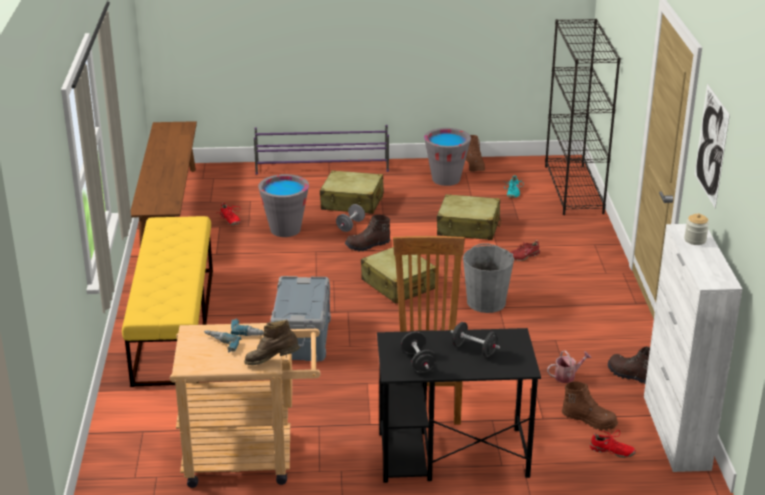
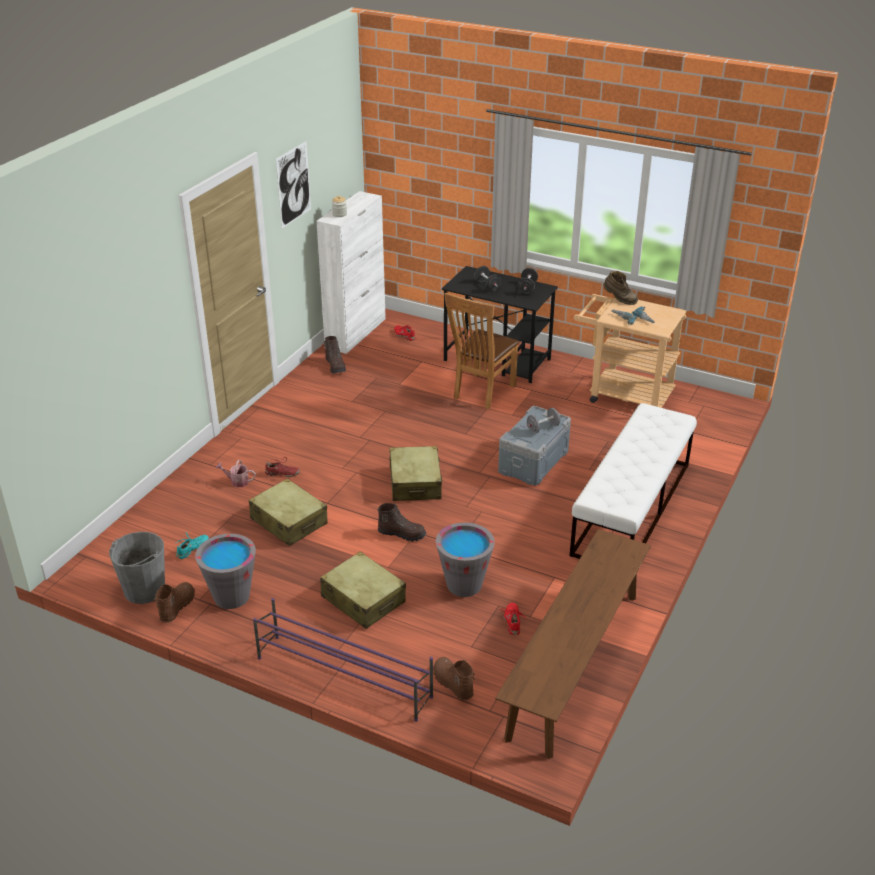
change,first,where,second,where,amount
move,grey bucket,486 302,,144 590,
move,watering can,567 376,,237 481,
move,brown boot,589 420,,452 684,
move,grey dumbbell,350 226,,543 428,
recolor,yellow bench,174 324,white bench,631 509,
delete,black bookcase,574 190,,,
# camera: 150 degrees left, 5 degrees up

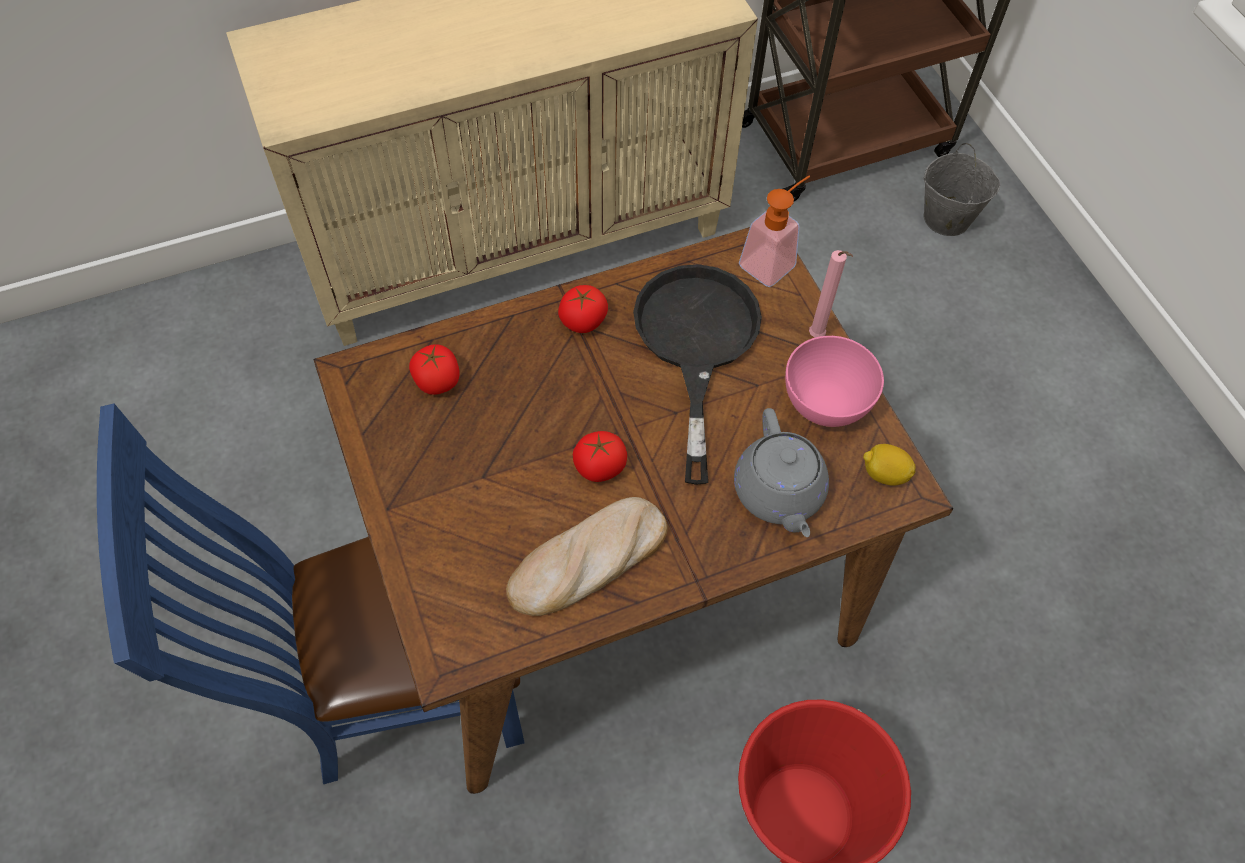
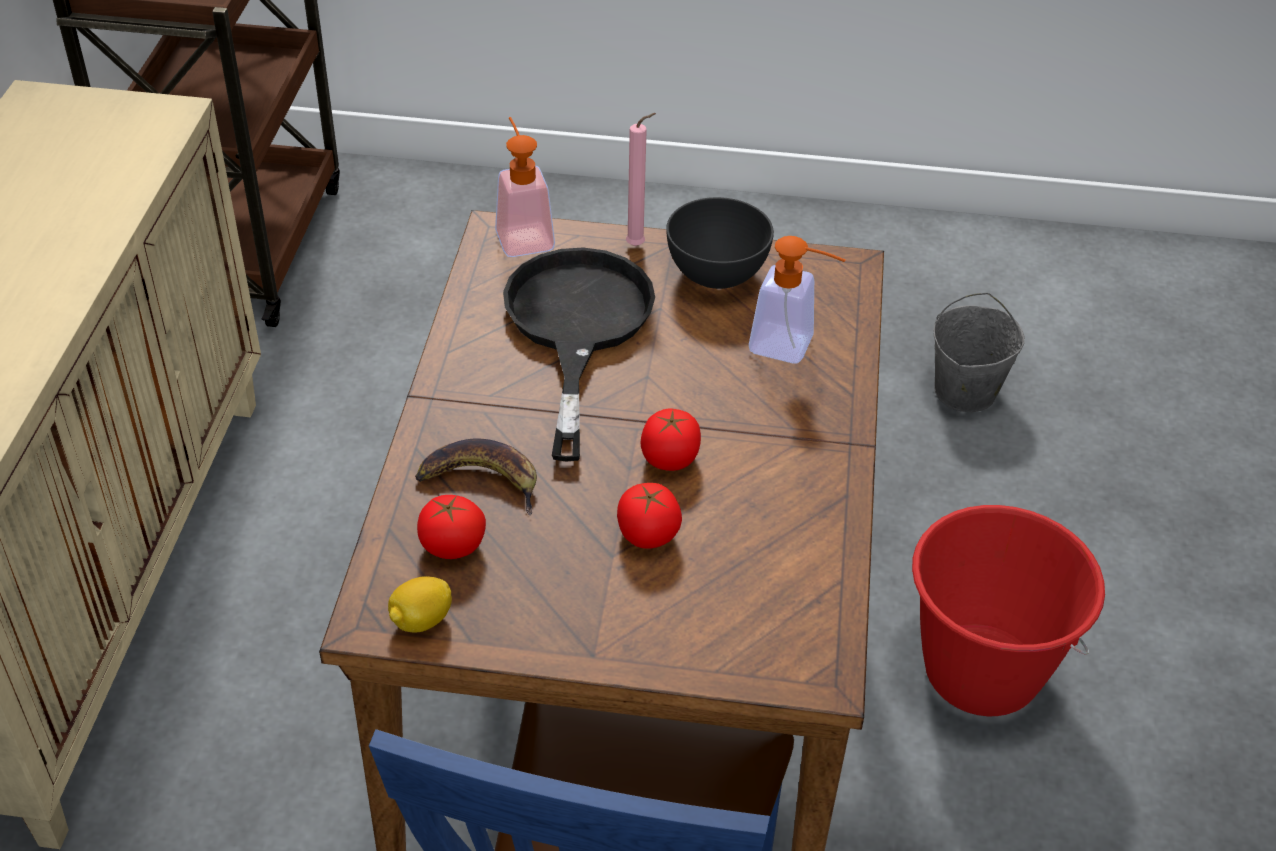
change,first,where,second,where,amount
move,lemon,884 474,,421 620,
insert,,,banana,482 480,
rotate,black frying pan,695 344,,576 328,60 degrees clockwise
move,tomato,583 321,,647 534,
recolor,pink bowl,825 404,grey bowl,717 274,
replace,grey teapot,778 493,soap dispenser,792 347,
move,grey bucket,945 218,,964 392,
delete,bread,587 561,,,
# camera: 60 degrees left, 15 degrees down

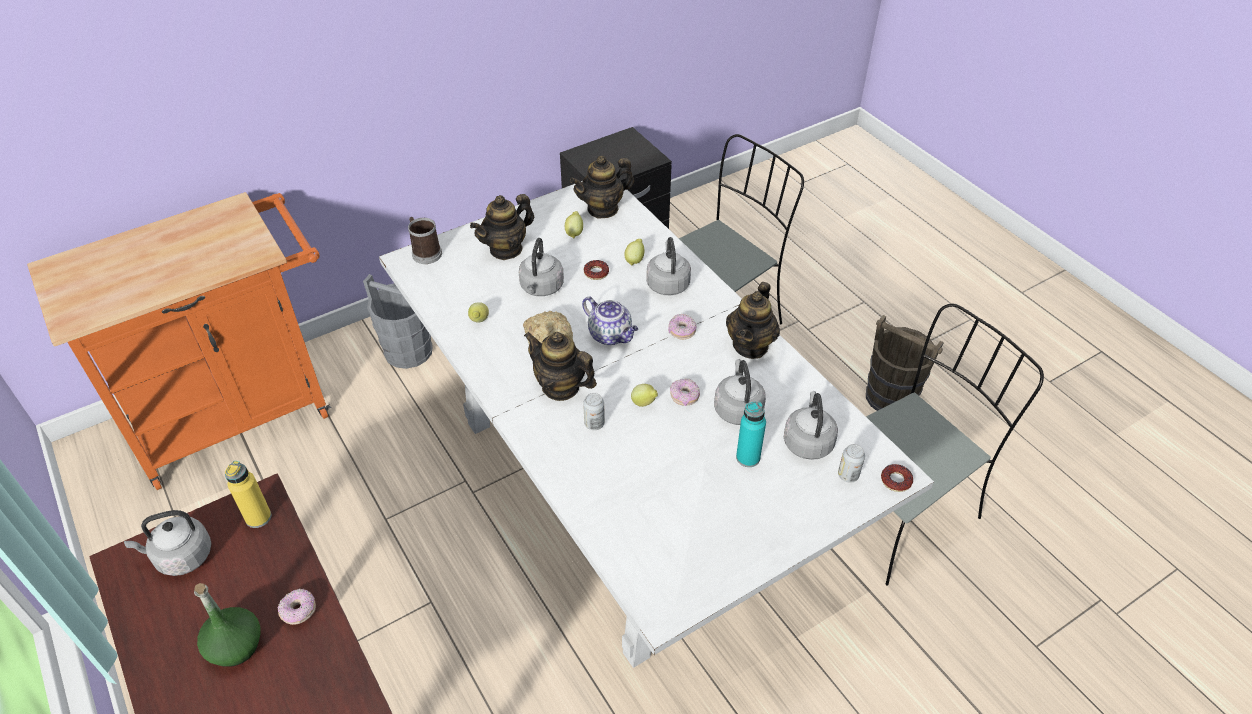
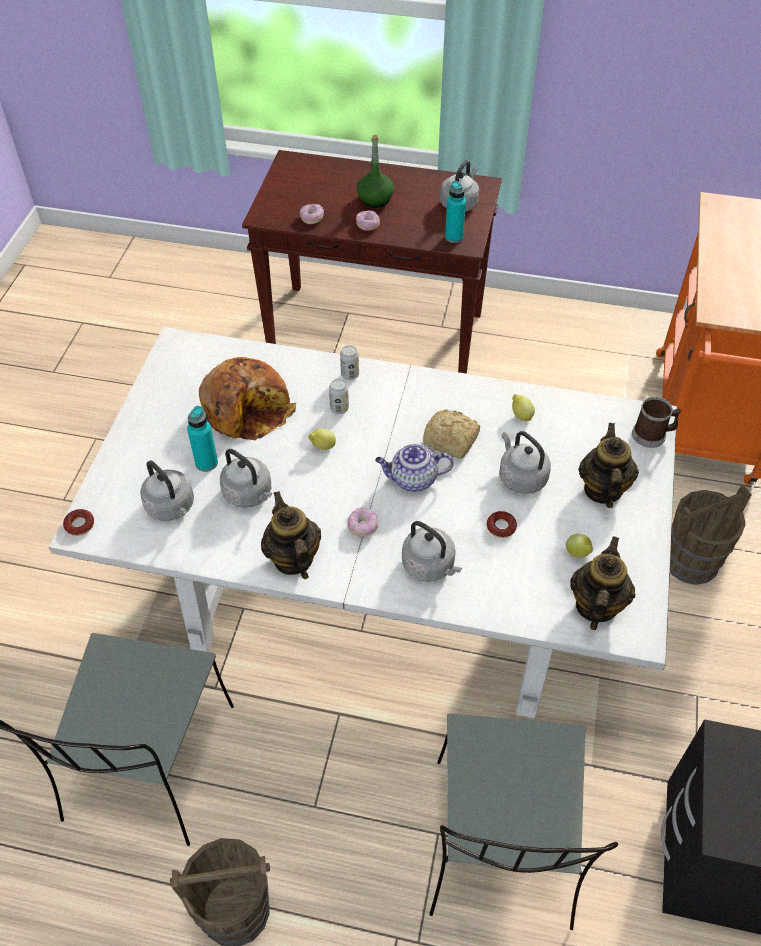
change,first,where,second,where,amount
insert,,,bread,247 408,
move,donut,684 397,,312 218,
move,can,848 475,,350 374,
recolor,yellow bottle,258 517,turquoise bottle,454 237,
recolor,grey bucket,408 350,brown bucket,691 561,
delete,teapot,561 387,,,
delete,lemon,635 260,,,
# camera: 135 degrees right, 5 degrees up

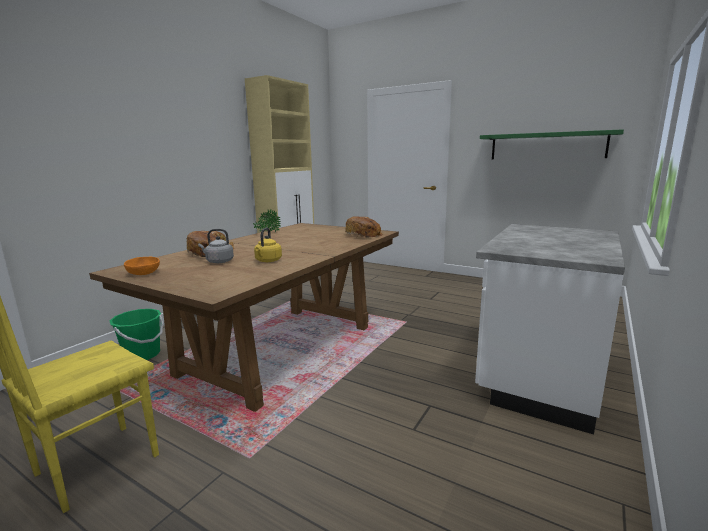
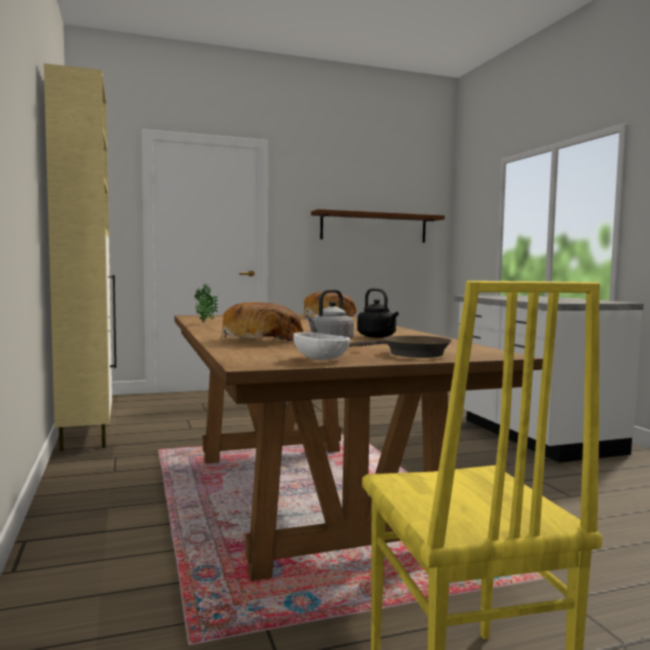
change,first,where,second,where,amount
recolor,orange bowl,144 274,white bowl,322 359,
recolor,green shelf,547 146,brown shelf,374 227,
insert,,,brown frying pan,409 354,
recolor,yellow kettle,268 261,black kettle,378 336,
delete,green bucket,142 355,,,
# camera: 50 degrees left, 10 degrees down

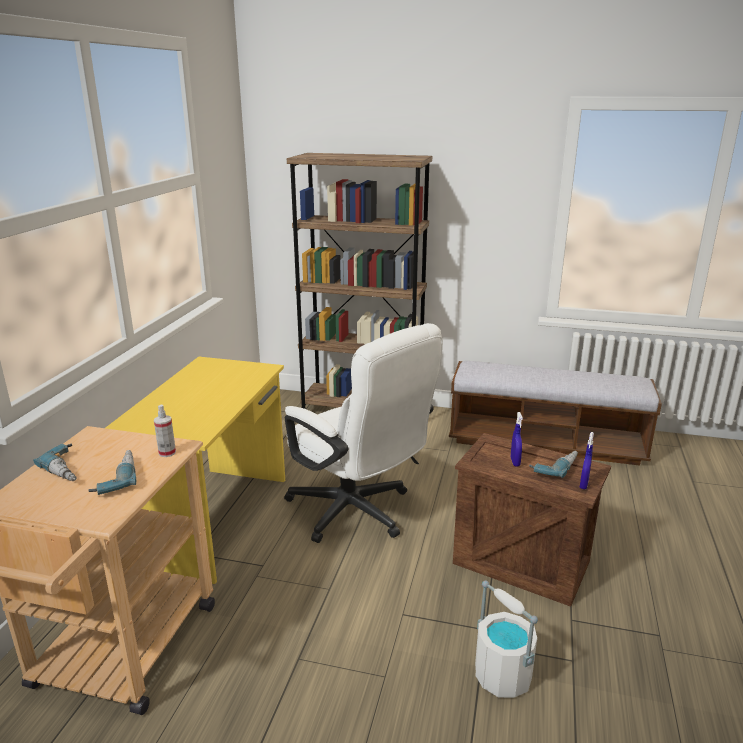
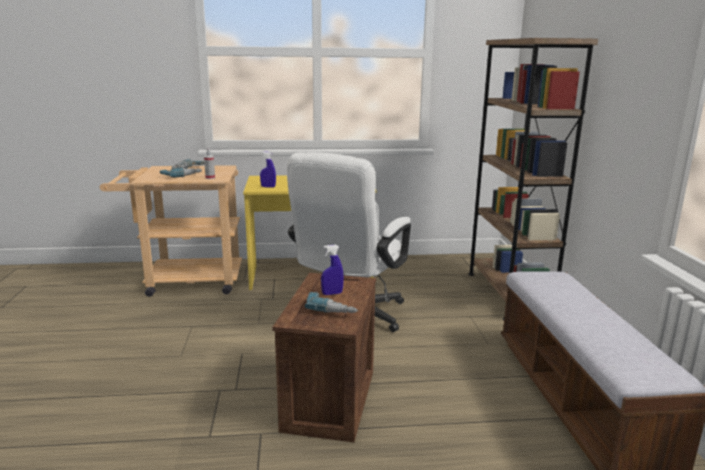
change,first,where,second,where,amount
move,blue spray bottle,583 484,,268 187,
delete,white bucket,502 675,,,
# camera: 70 degrees right, 5 degrees down

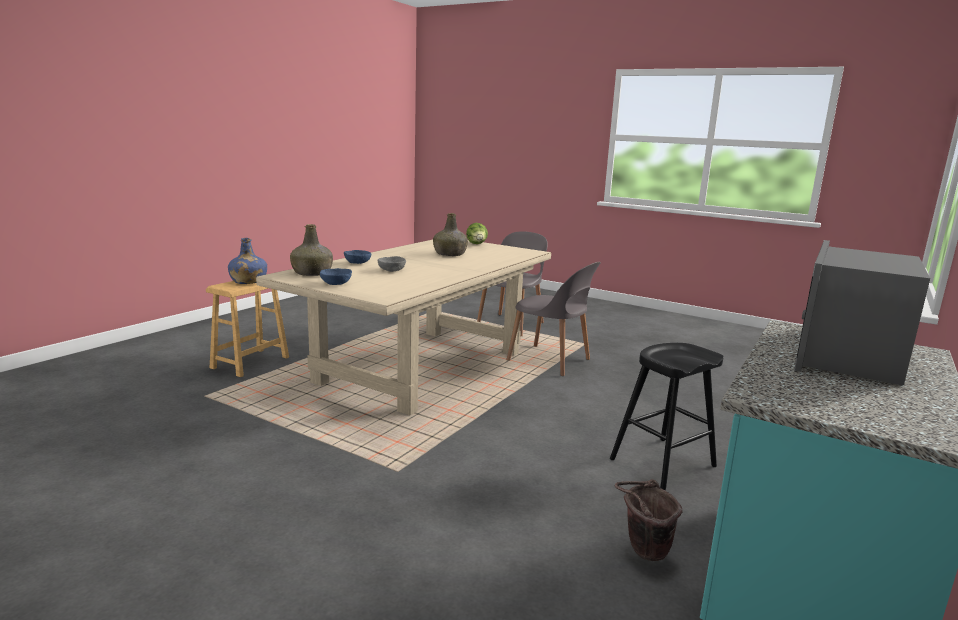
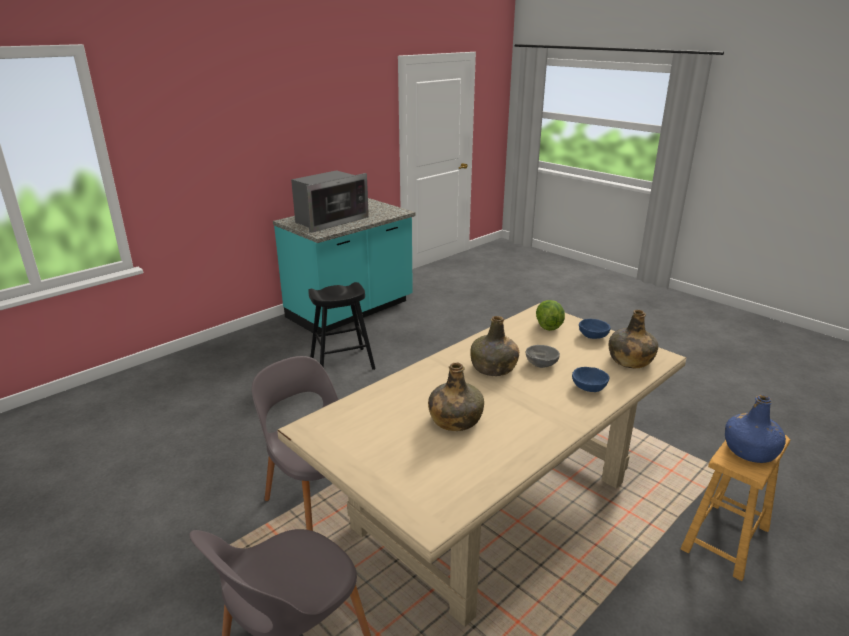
change,first,where,second,where,amount
insert,,,green bottle,493 368,
move,lettuce,477 244,,548 325,
delete,brown bucket,642 551,,,
# camera: 165 degrees left, 10 degrees up

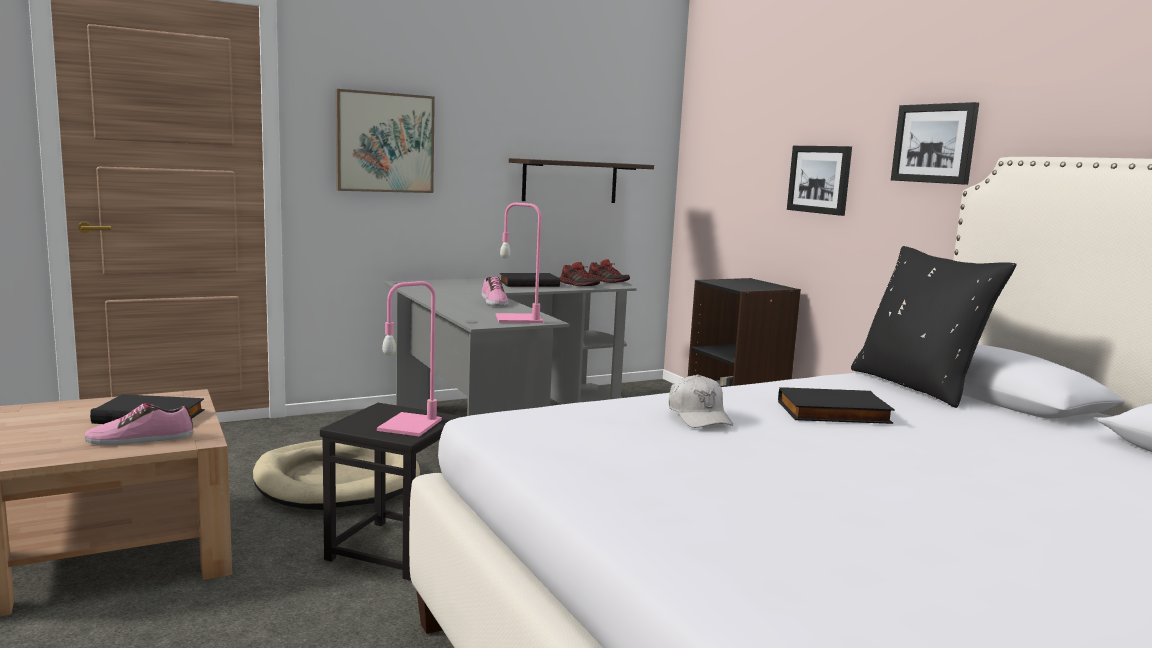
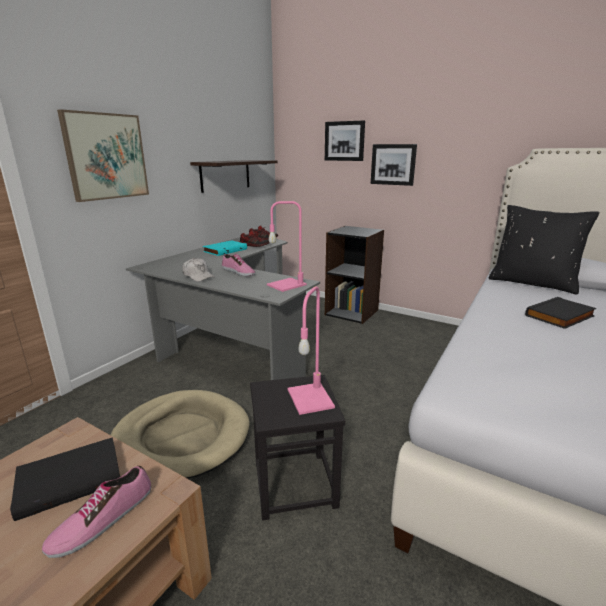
change,first,where,second,where,amount
move,white cap,699 416,,198 276,
recolor,black book,529 283,turquoise book,225 250,
move,picture,934 143,,344 141,
# camera: 30 degrees left, 10 degrees up

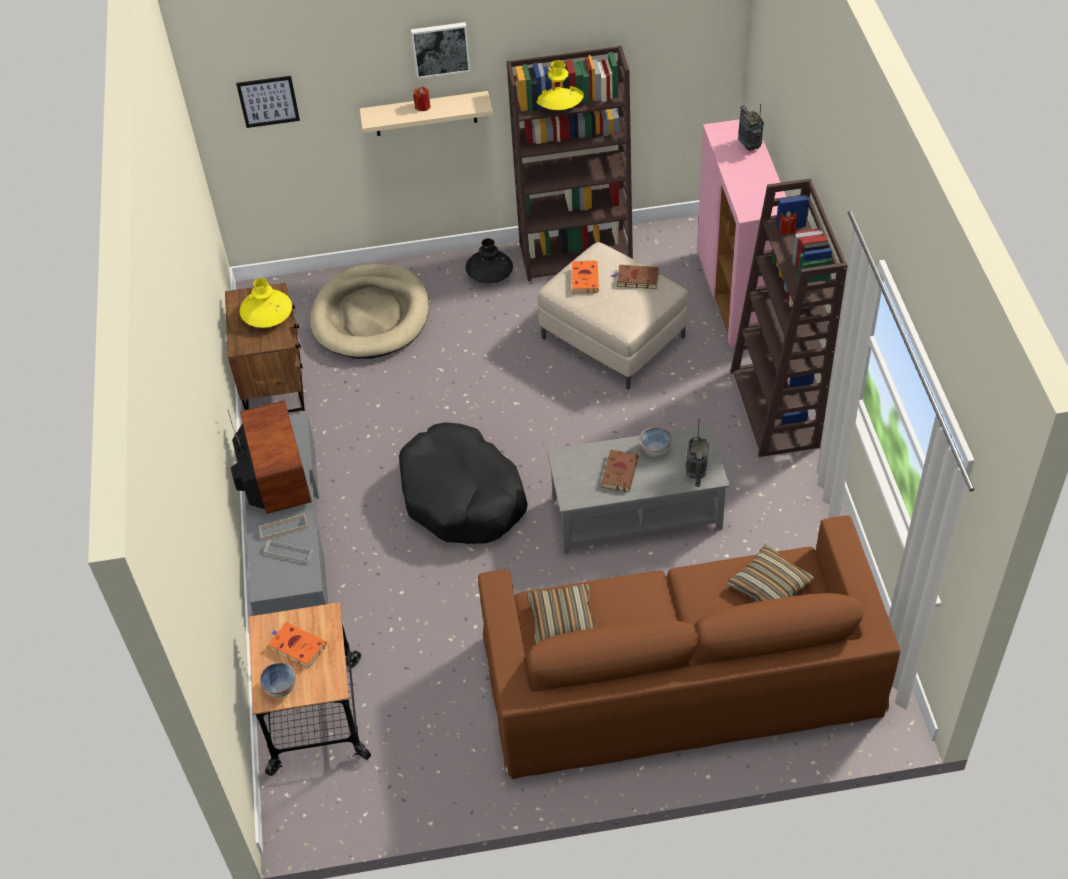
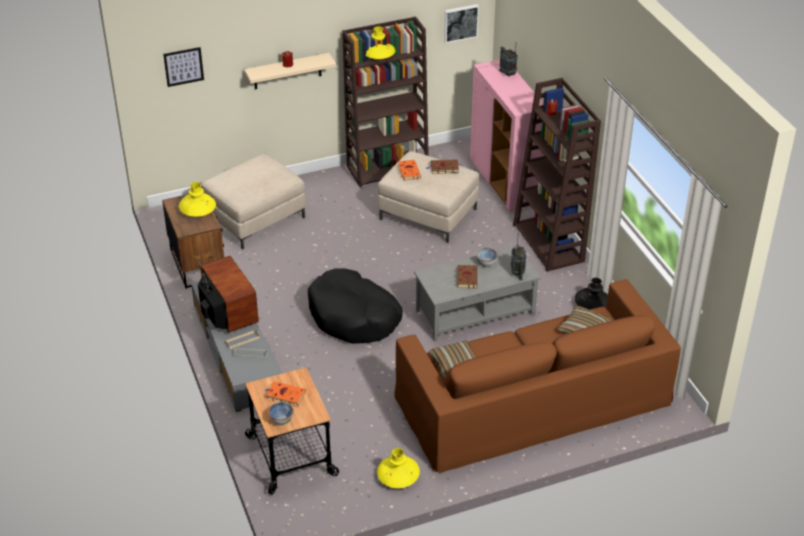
change,first,where,second,where,amount
replace,beige dog bed,371 316,beige ottoman,255 218,
insert,,,yellow vase,398 477,
move,picture,440 48,,460 22,
move,black vase,489 273,,592 305,
# camera: 15 degrees left, 10 degrees down

